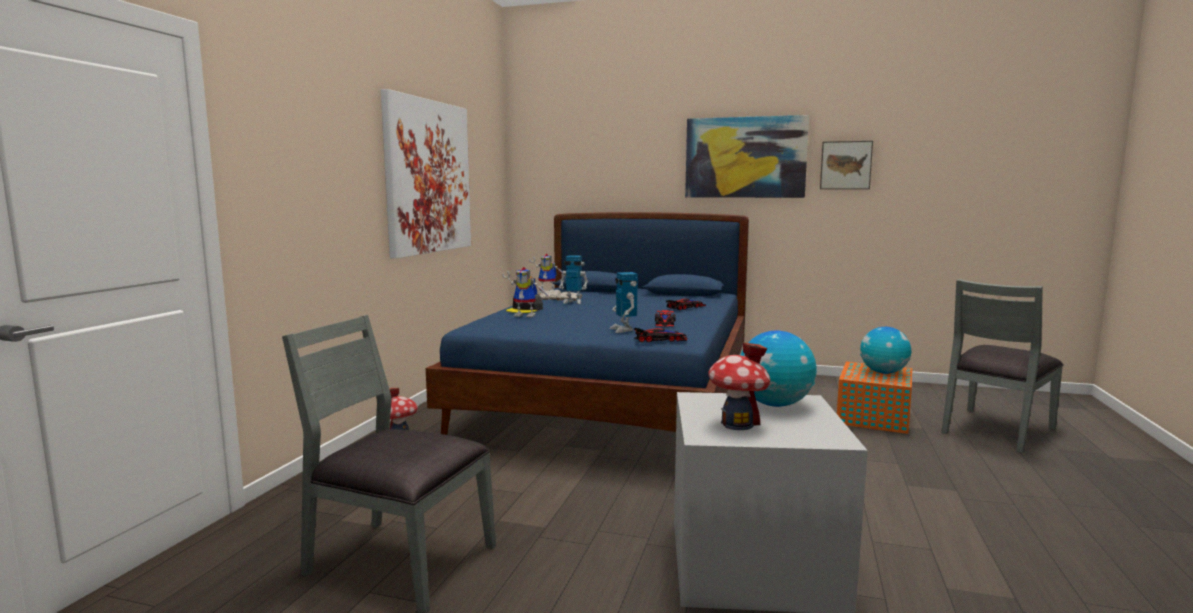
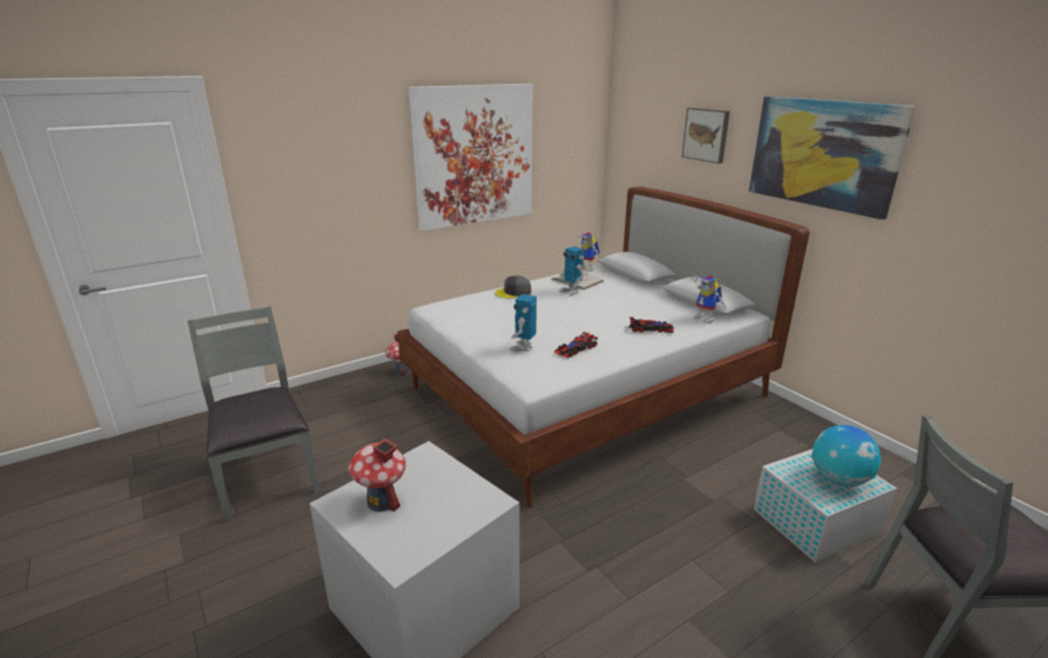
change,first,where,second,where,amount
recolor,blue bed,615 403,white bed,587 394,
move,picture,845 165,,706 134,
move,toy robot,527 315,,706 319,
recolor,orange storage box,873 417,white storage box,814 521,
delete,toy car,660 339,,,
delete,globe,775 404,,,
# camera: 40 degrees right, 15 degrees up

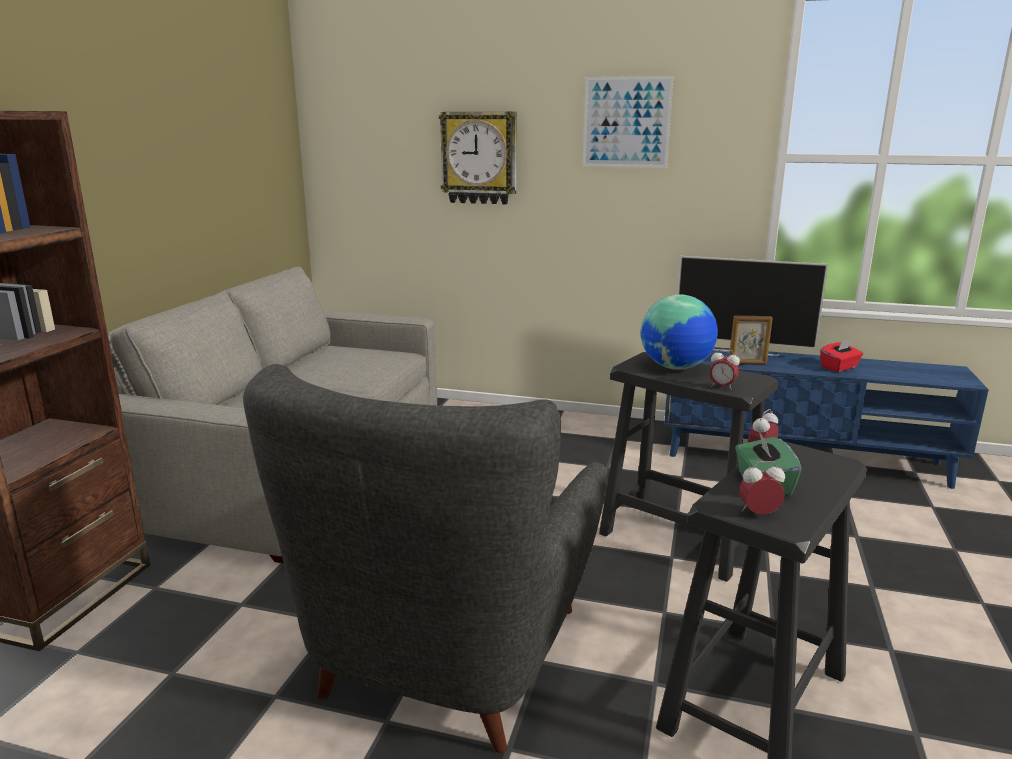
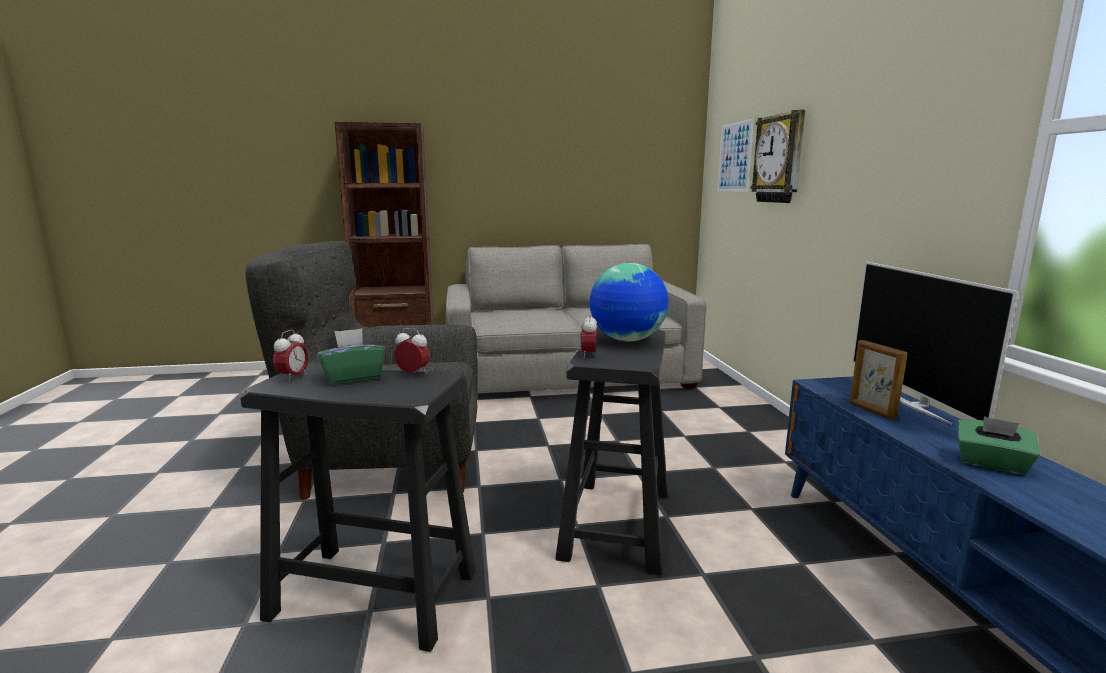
change,first,where,second,where,amount
rotate,alarm clock,758 514,,293 377,45 degrees clockwise
move,picture,626 122,,734 157,
recolor,red tissue box,839 367,green tissue box,991 464,
# camera: 65 degrees right, 5 degrees down

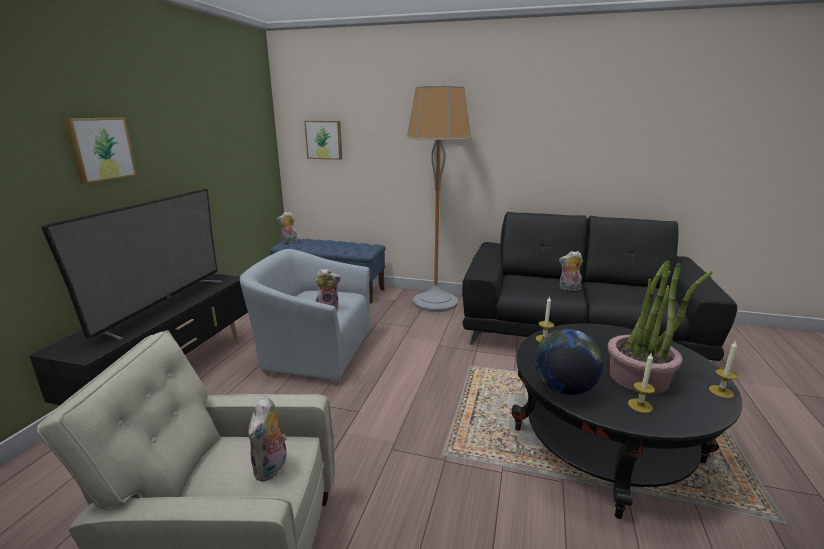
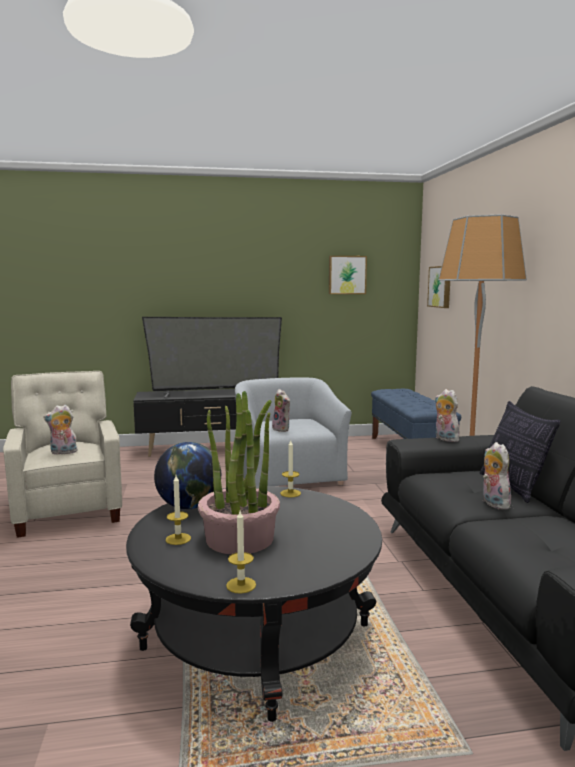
change,first,where,second,where,amount
move,picture,100 149,,347 275,
move,plush toy,289 241,,444 439,
insert,,,pillow,513 487,
# camera: 65 degrees right, 10 degrees down

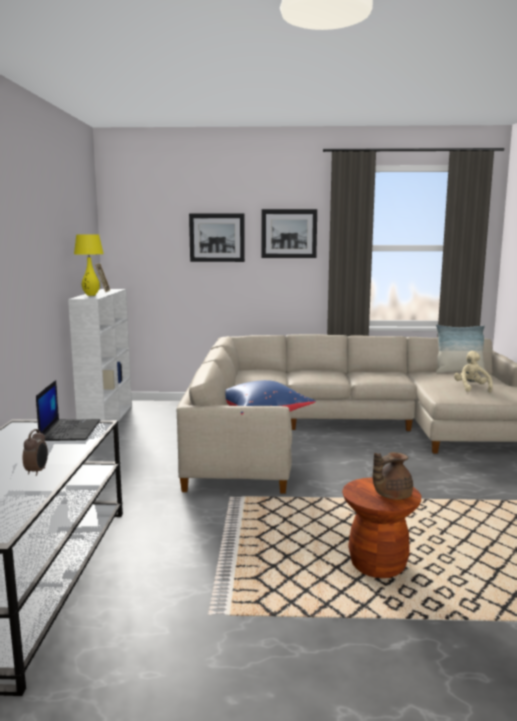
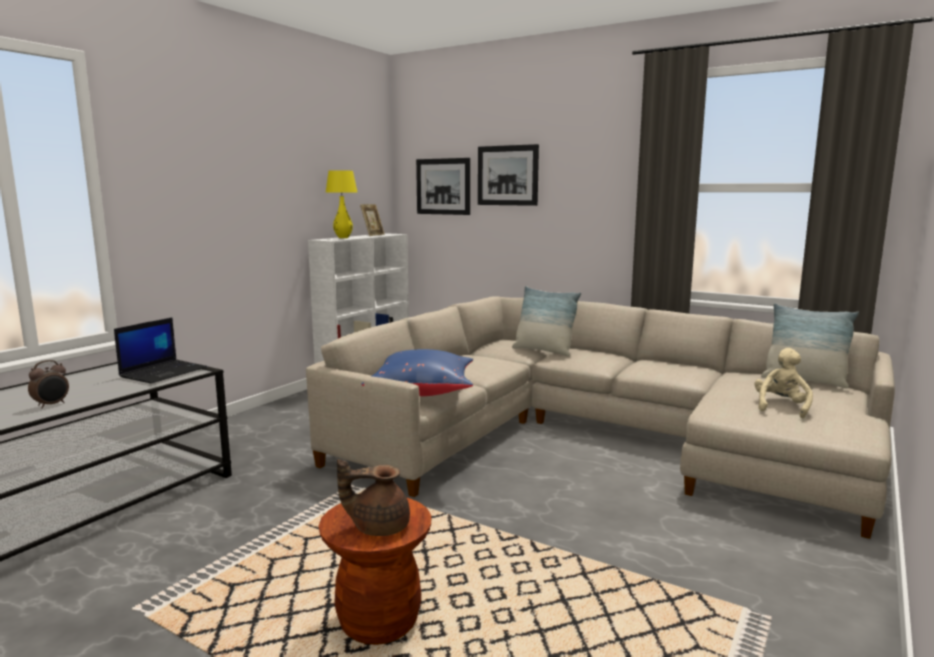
change,first,where,second,where,amount
move,picture,289 233,,443 186,
insert,,,pillow,543 351,
# camera: 30 degrees right, 0 degrees up

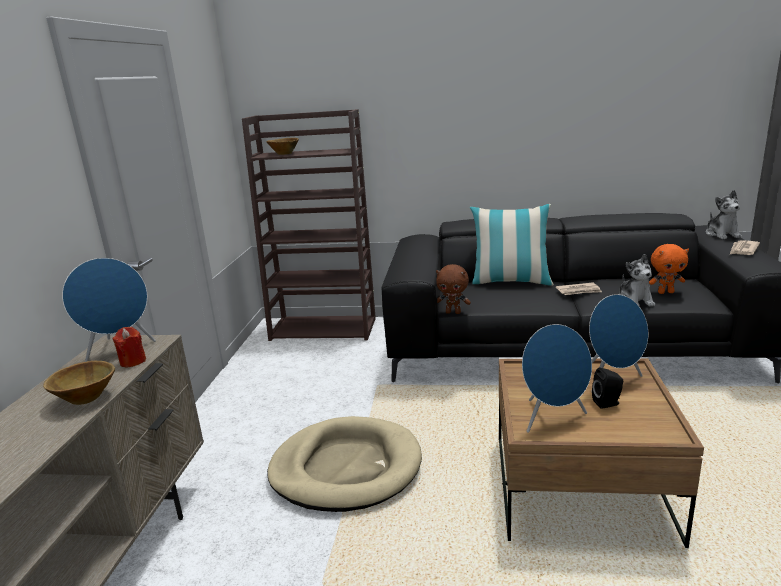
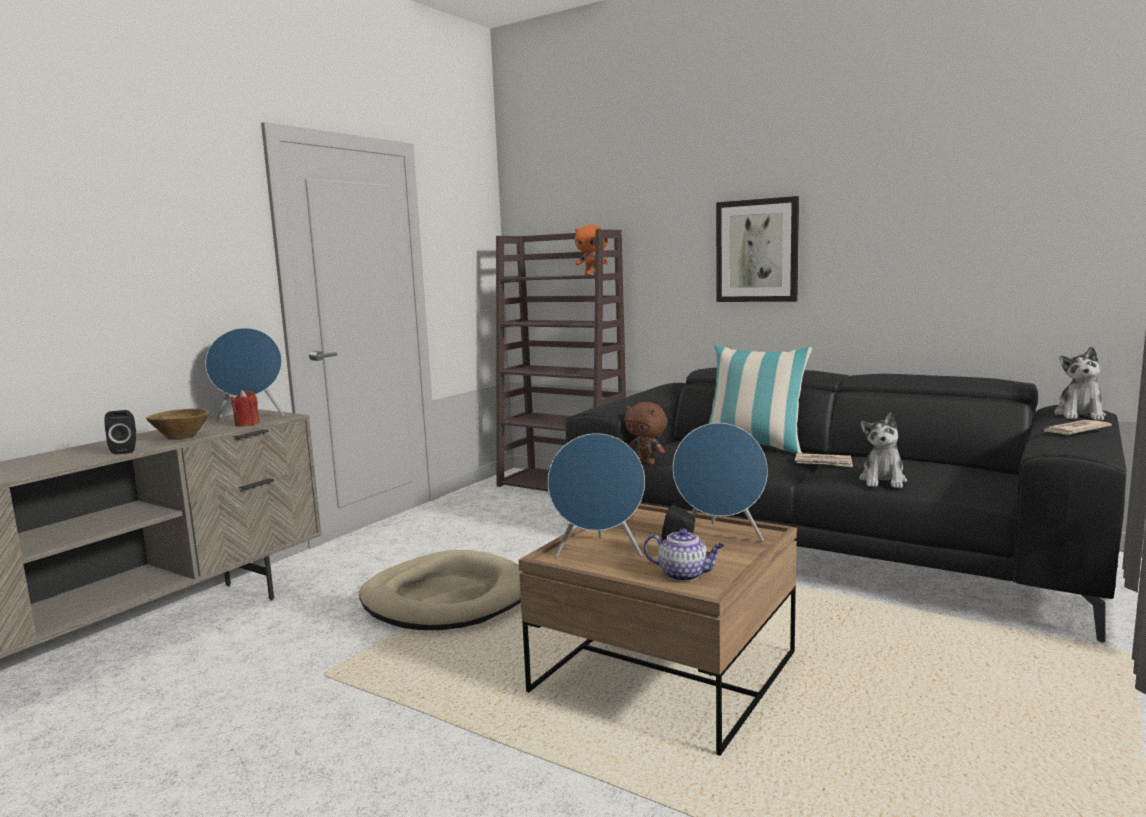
change,first,where,second,where,amount
insert,,,black speaker,125 451,
move,orange plush toy,665 292,,592 274,
insert,,,teapot,684 575,
insert,,,picture,757 251,
delete,brown bowl,284 154,,,
# camera: 25 degrees right, 10 degrees down

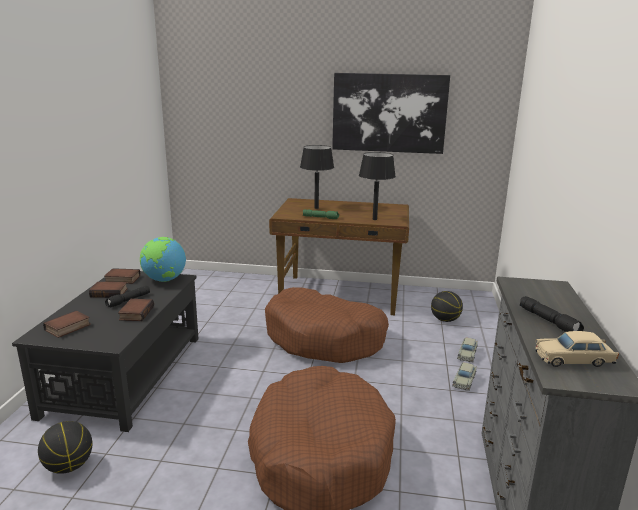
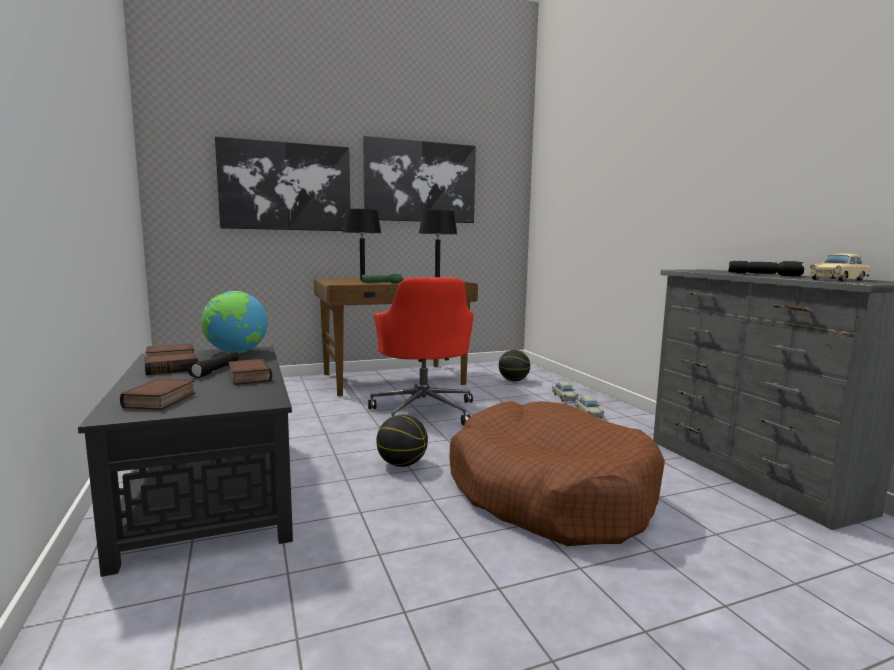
change,first,where,second,where,amount
insert,,,picture,286 186,
replace,brown dog bed,325 339,red office chair,424 411,
move,basketball,69 466,,402 464,
# camera: 30 degrees left, 10 degrees down

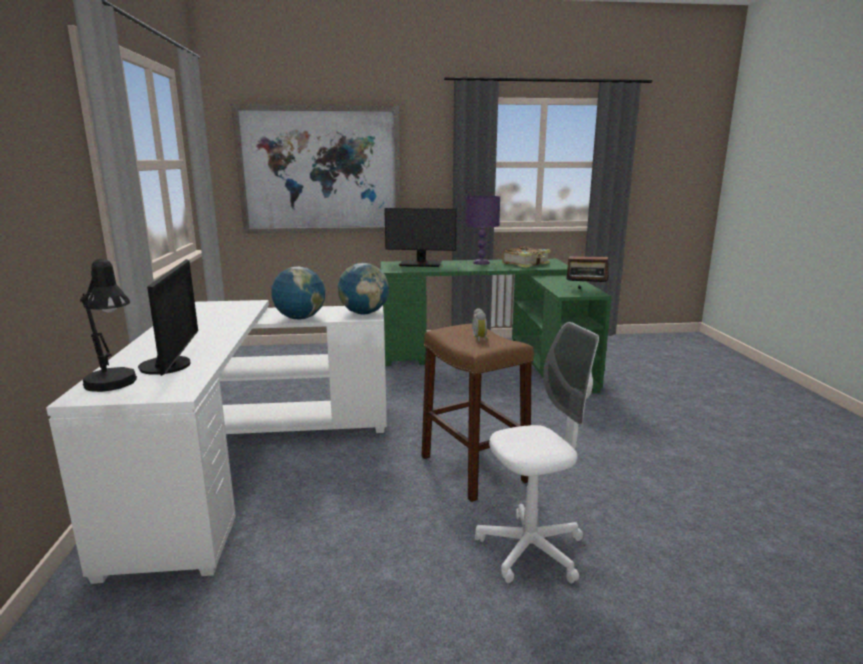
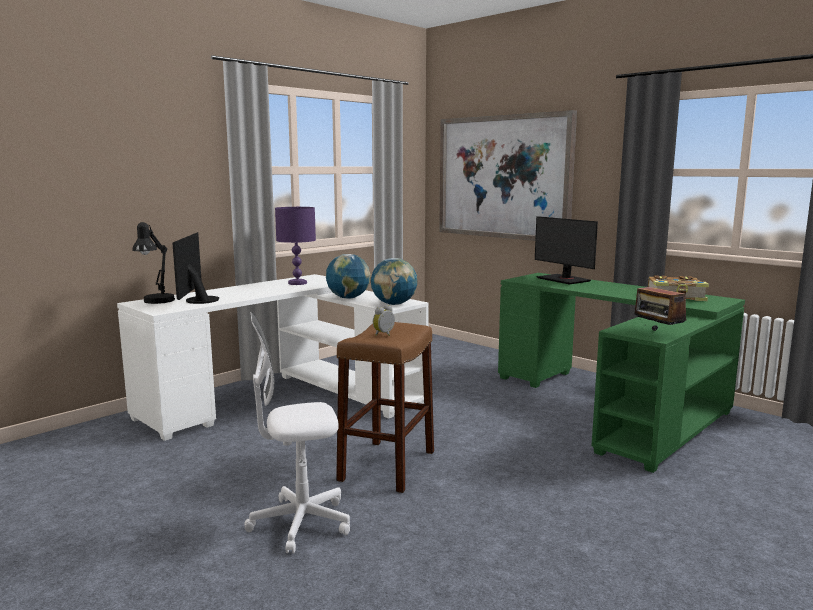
change,first,where,second,where,amount
rotate,monitor,171 365,,198 300,135 degrees clockwise
rotate,white office chair,531 550,,300 523,135 degrees clockwise
move,purple table lamp,481 263,,297 283,
# camera: 50 degrees right, 5 degrees down

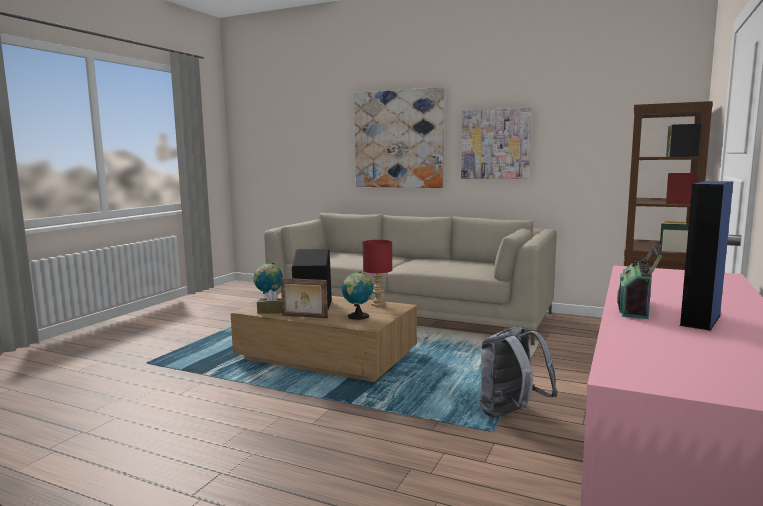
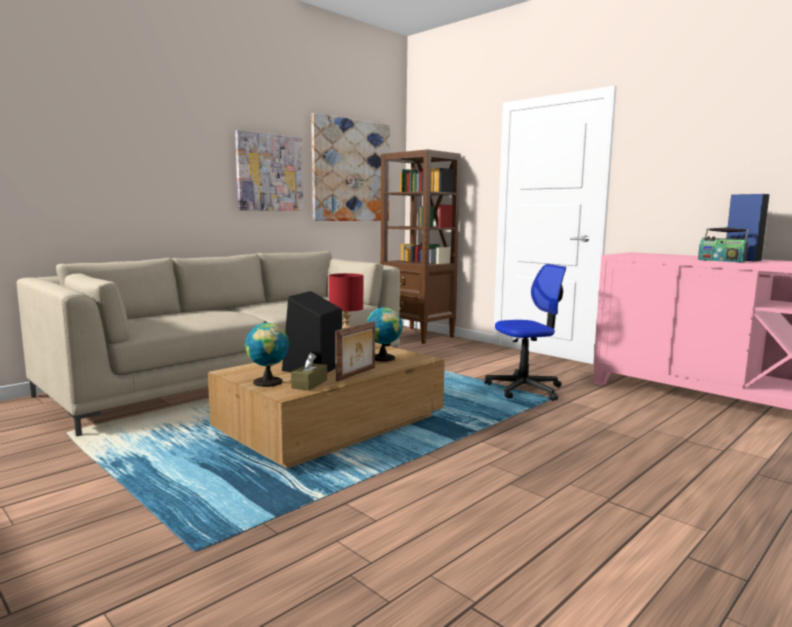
change,first,where,second,where,amount
move,picture,399 139,,351 171,
replace,grey backpack,511 414,office chair,524 389,
# camera: 70 degrees left, 0 degrees up

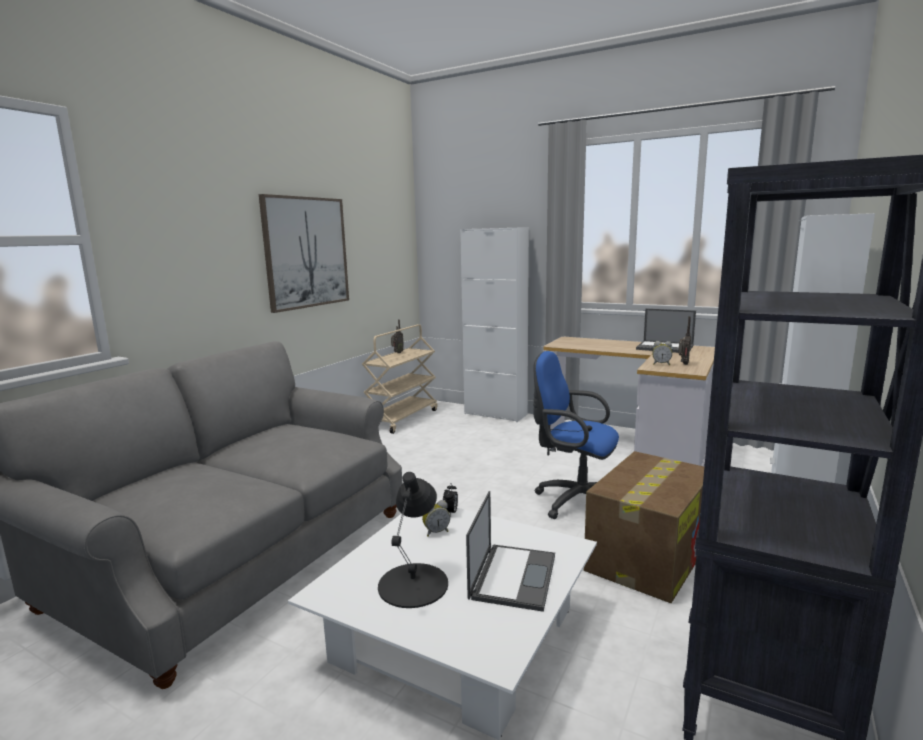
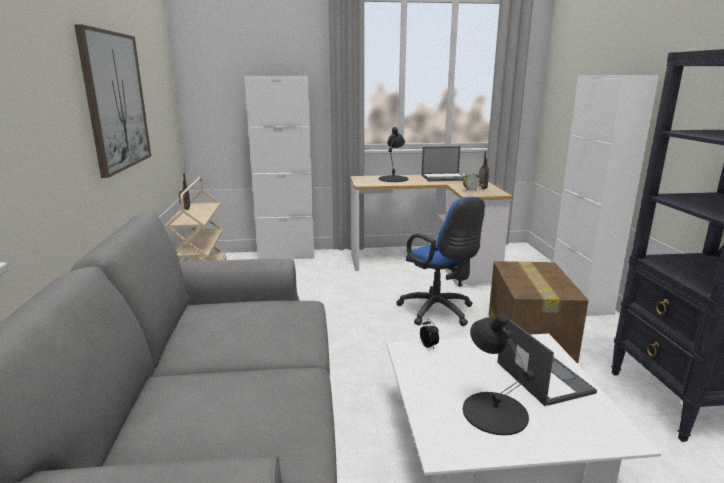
change,first,where,second,where,amount
insert,,,black table lamp,393 179,
rotate,blue office chair,575 501,,439 312,120 degrees counterclockwise
delete,alarm clock,436 532,,,
# camera: 35 degrees left, 5 degrees up

